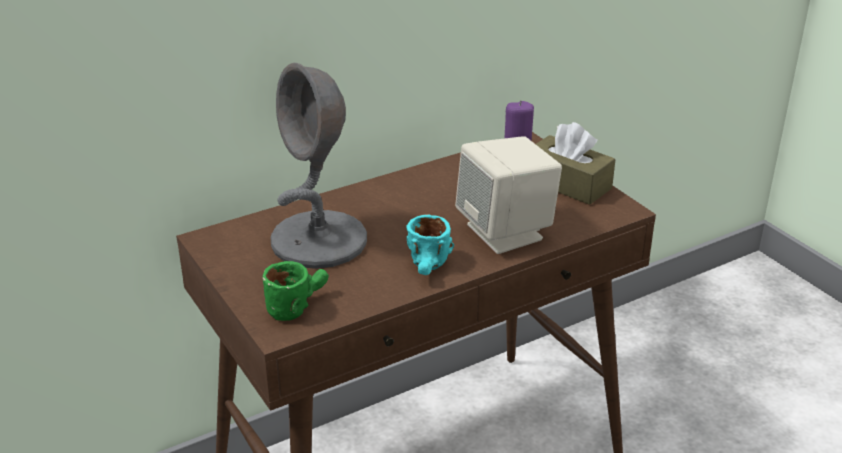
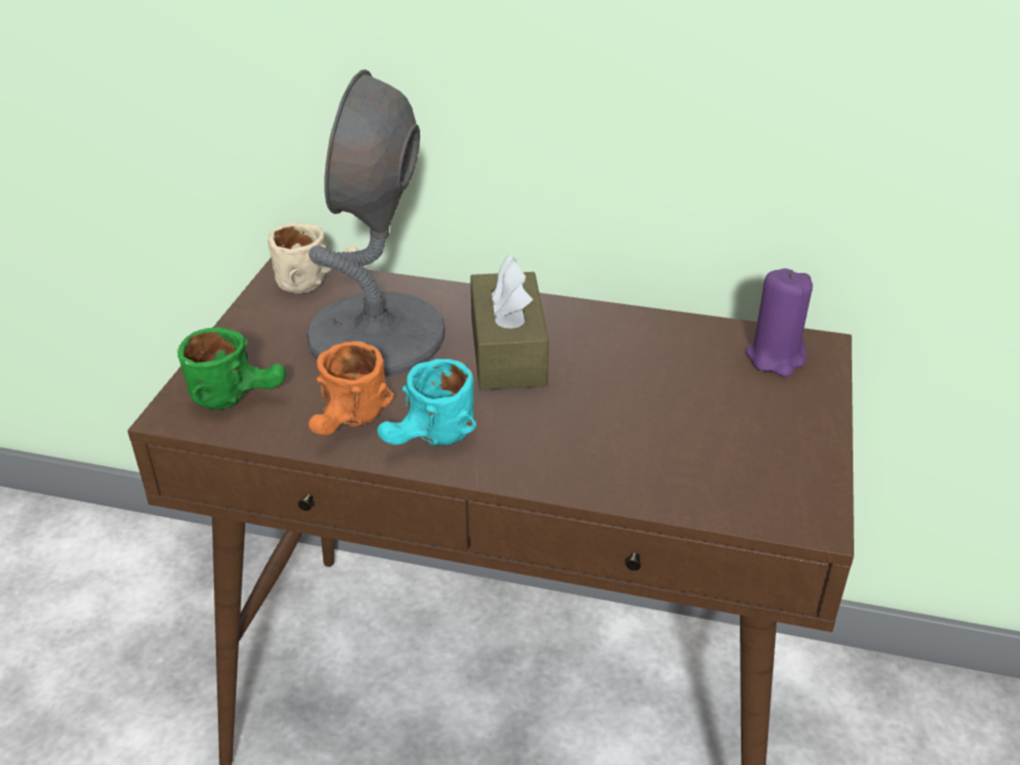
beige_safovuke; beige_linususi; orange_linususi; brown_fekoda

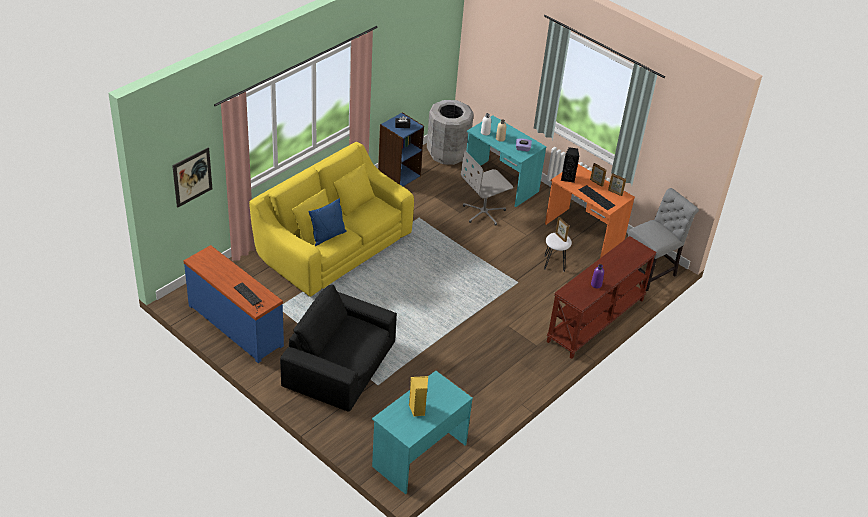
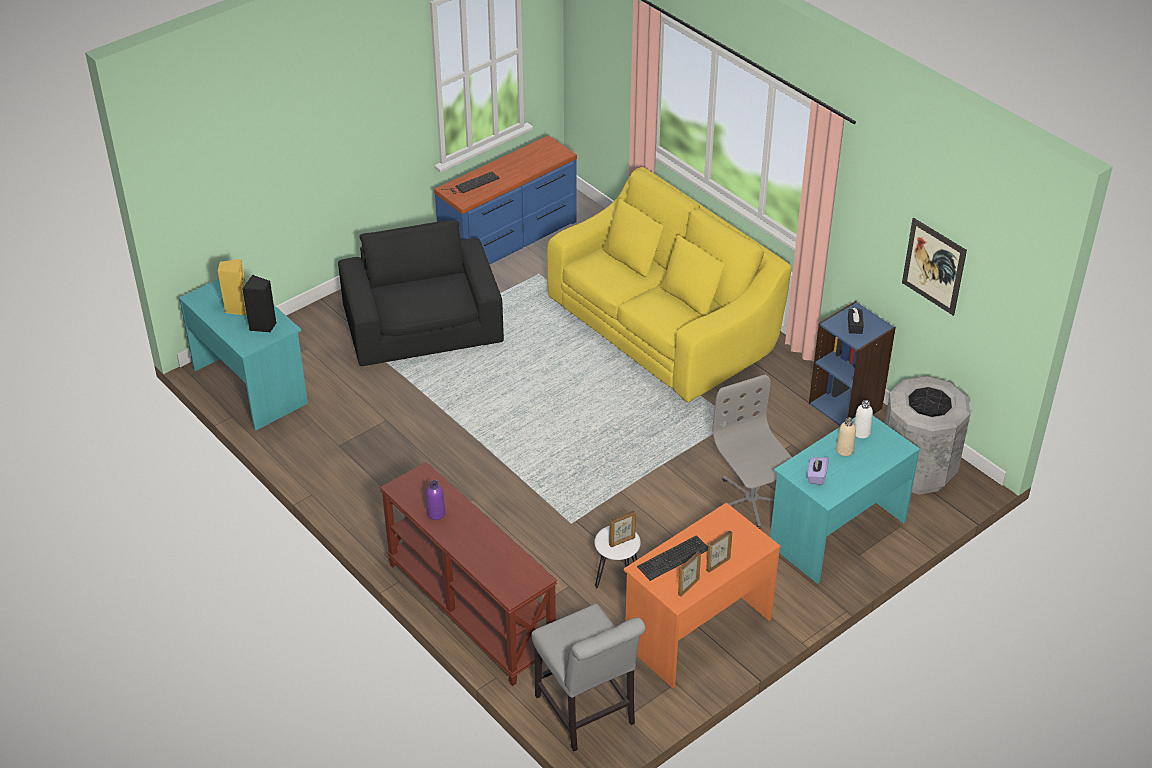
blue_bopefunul; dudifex; black_safovuke; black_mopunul

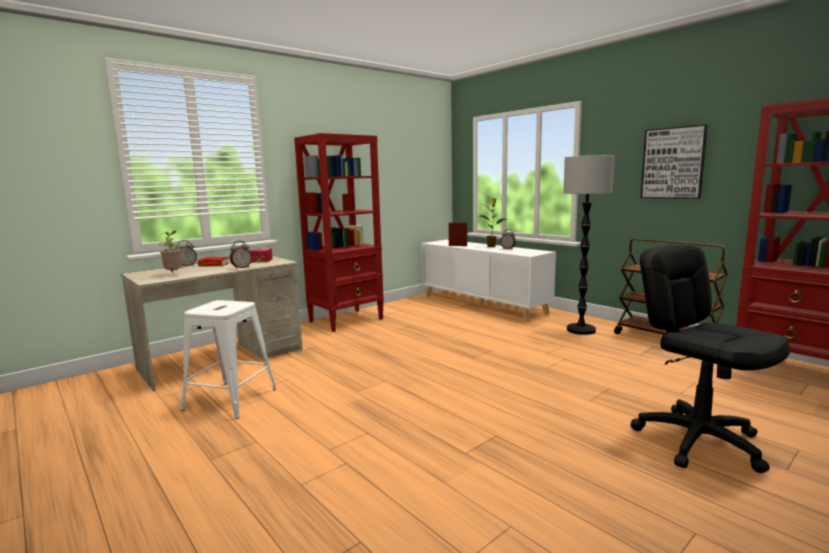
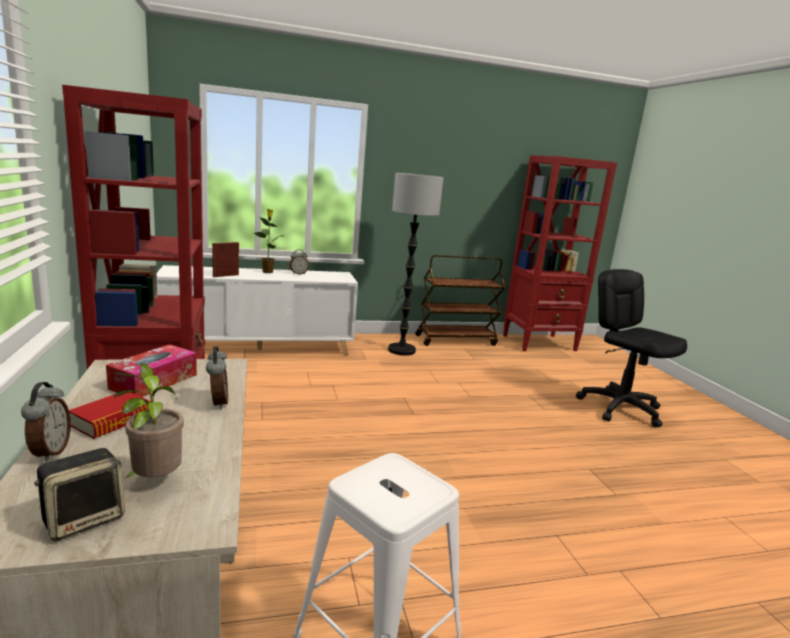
dudifex; safovuke; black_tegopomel

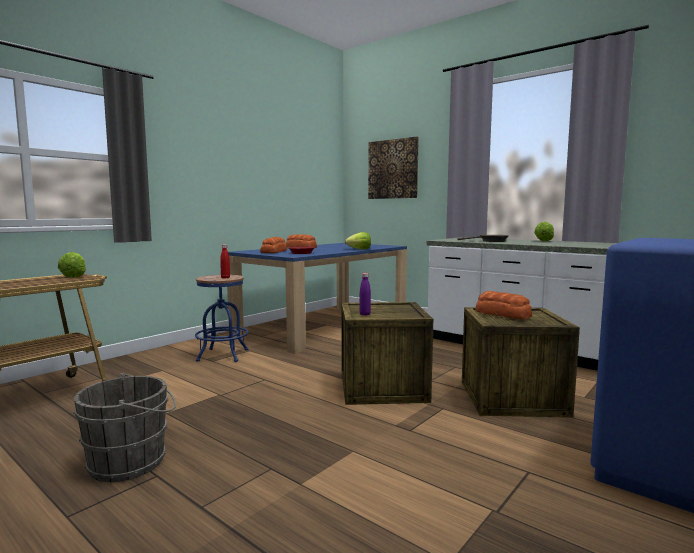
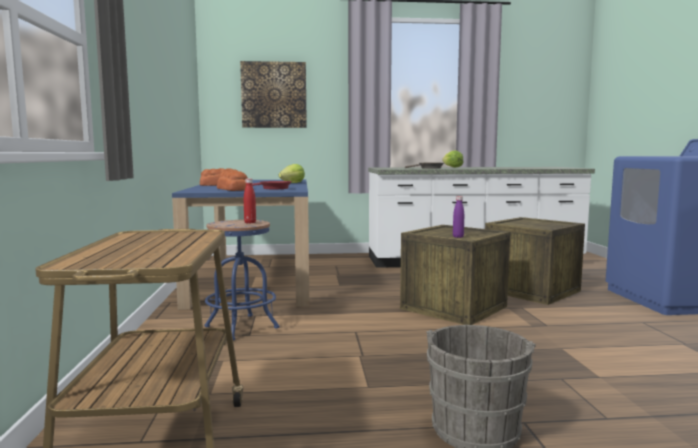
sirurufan (no. 1 from left in the first image); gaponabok (no. 3 from left in the first image)

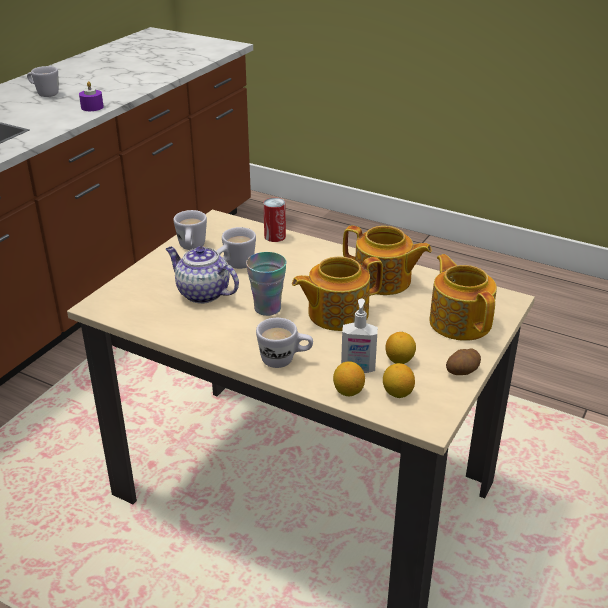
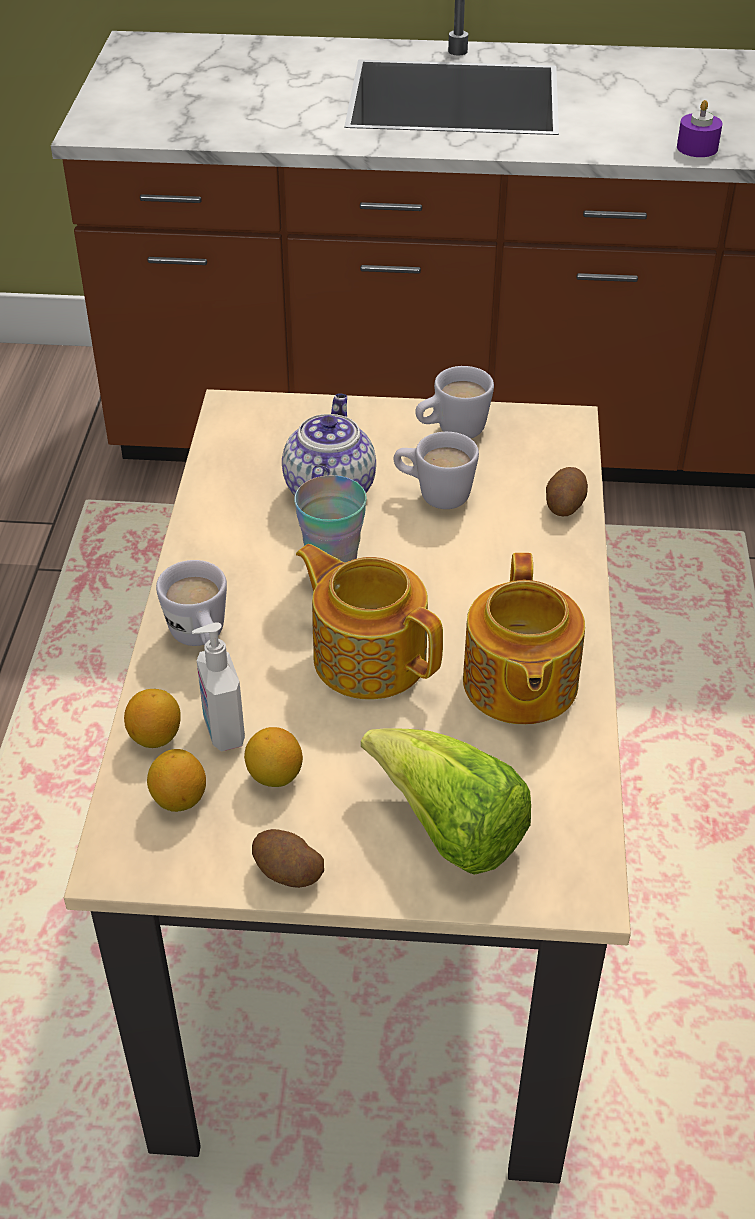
white_linususi (no. 1 from left in the first image); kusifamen (no. 2 from left); sirurufan

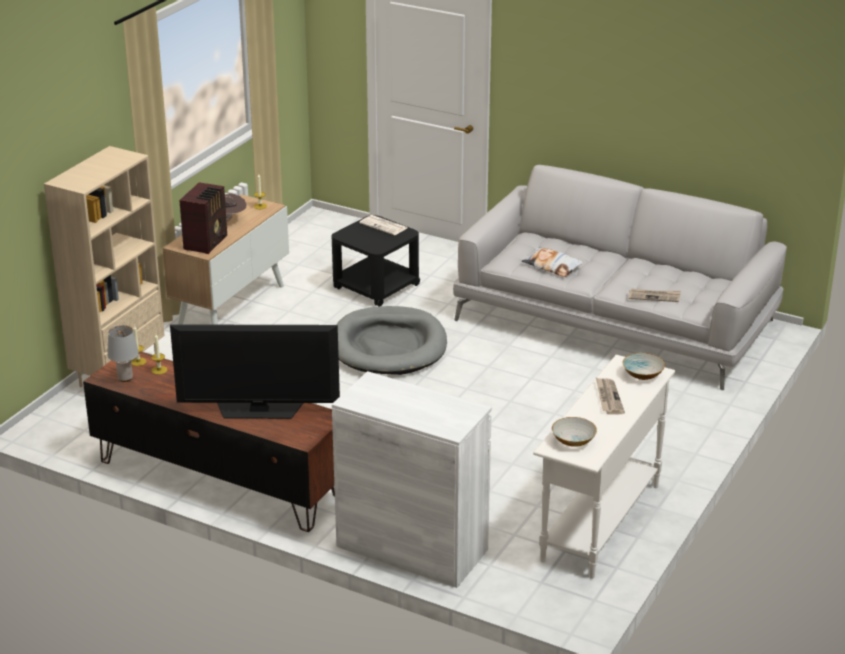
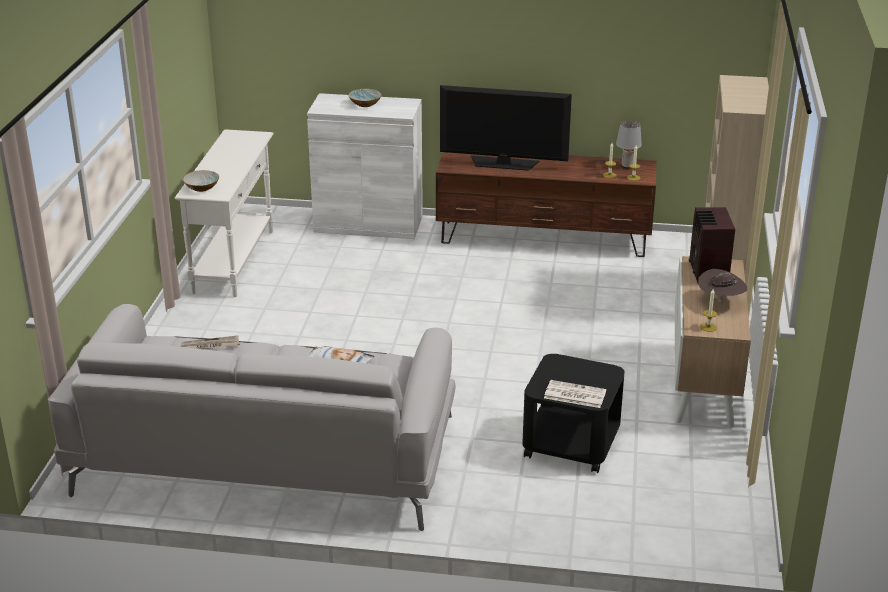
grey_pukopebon; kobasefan (no. 2 from left in the first image); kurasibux (no. 2 from left); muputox

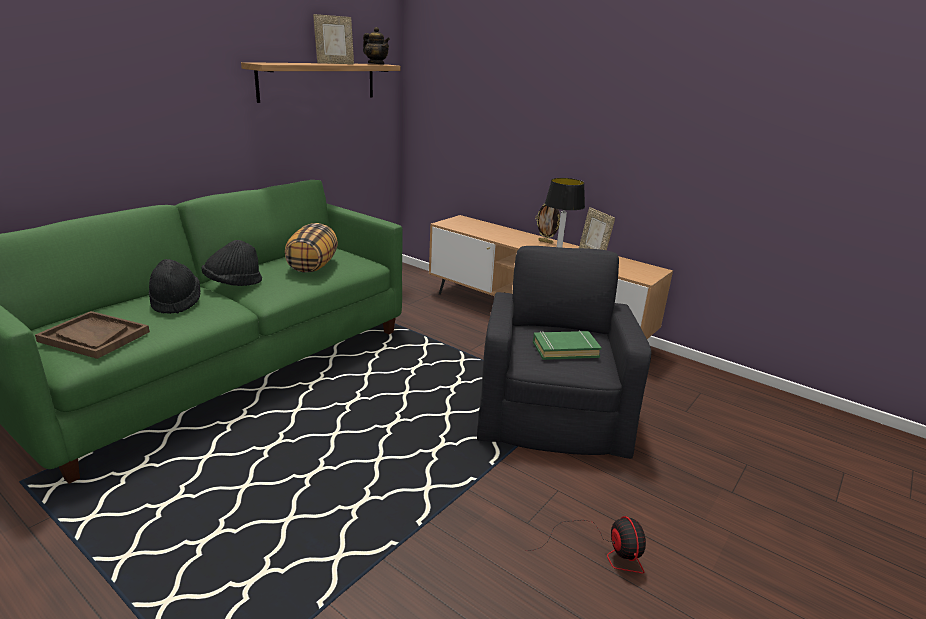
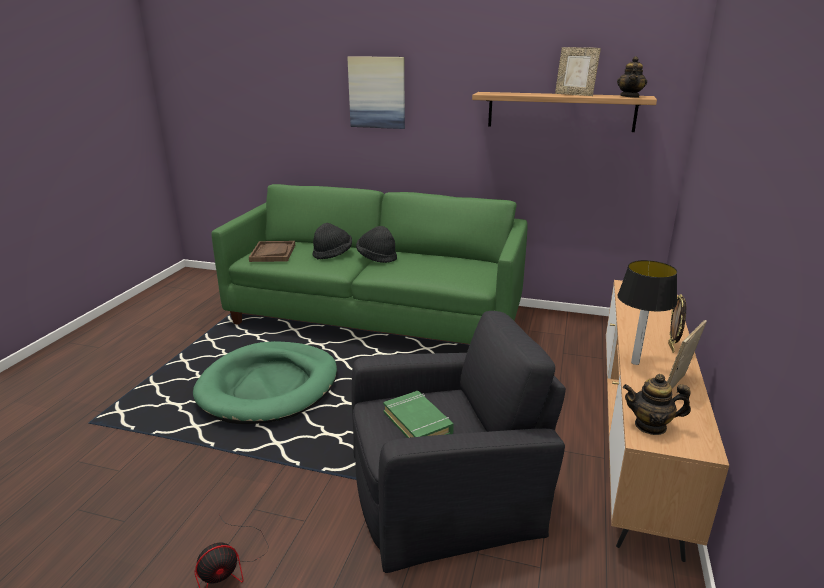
bopefunul; green_pukopebon; dudifex; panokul (no. 2 from left)

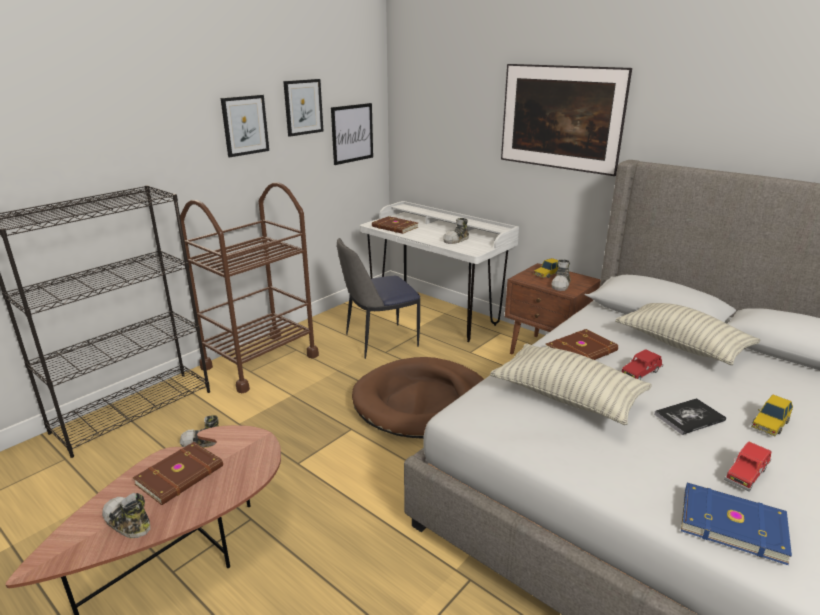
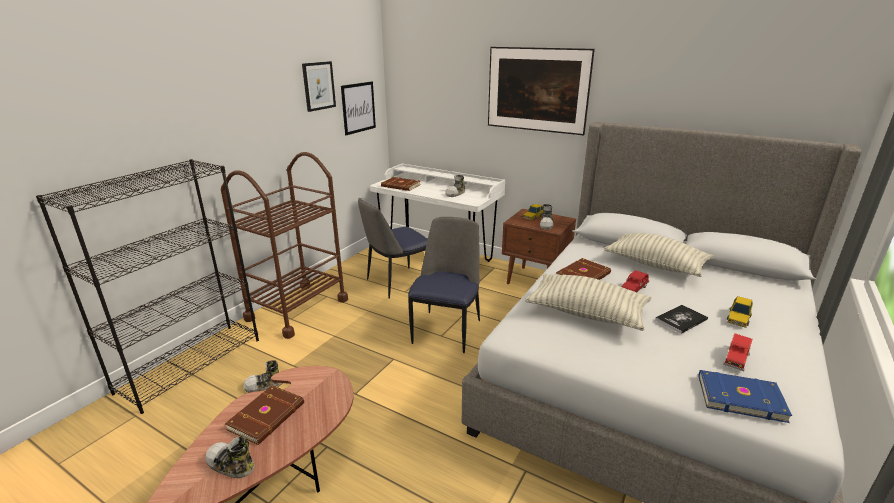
dudifex (no. 1 from left in the first image); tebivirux (no. 2 from left)

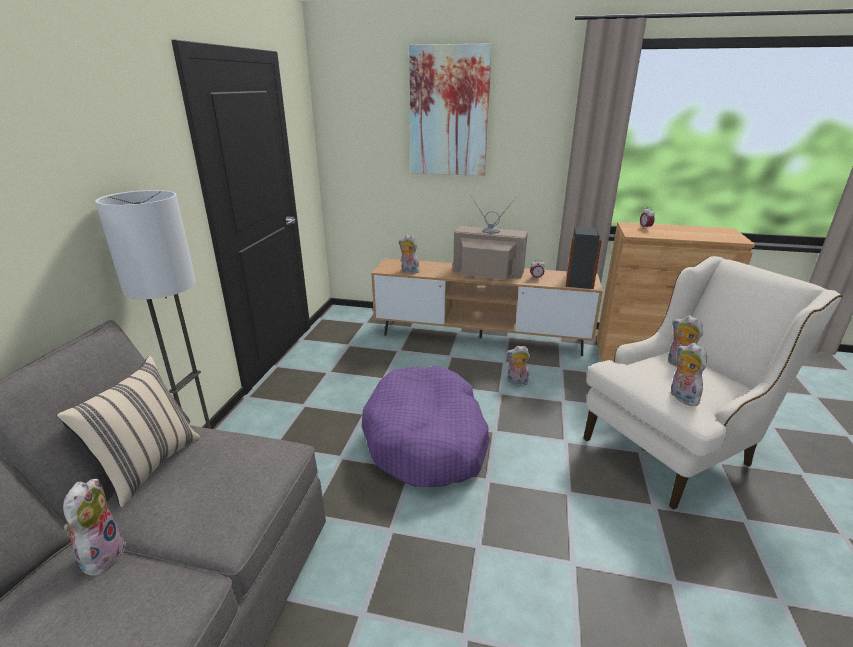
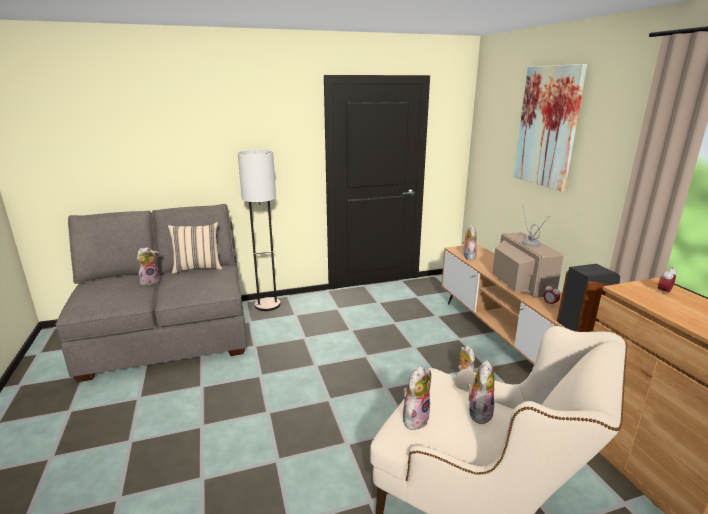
purple_pukopebon

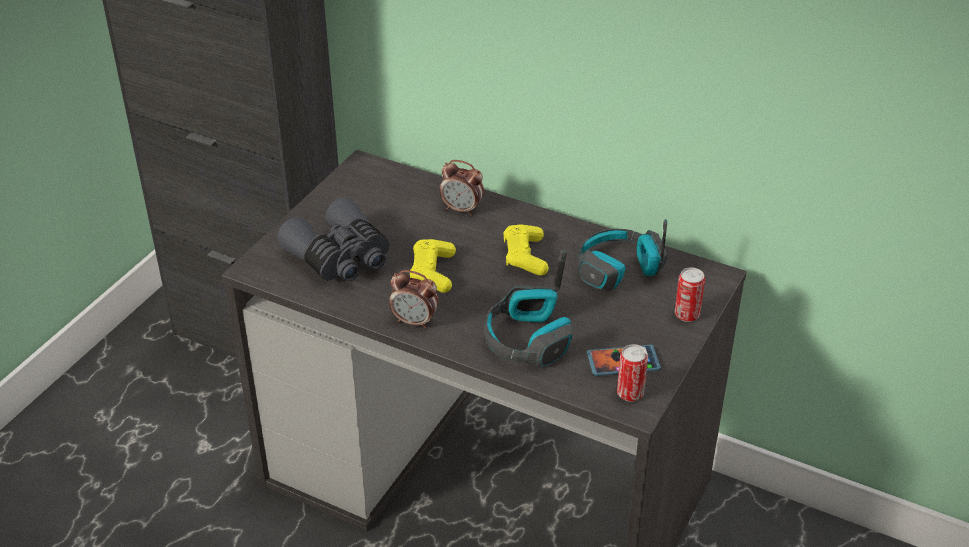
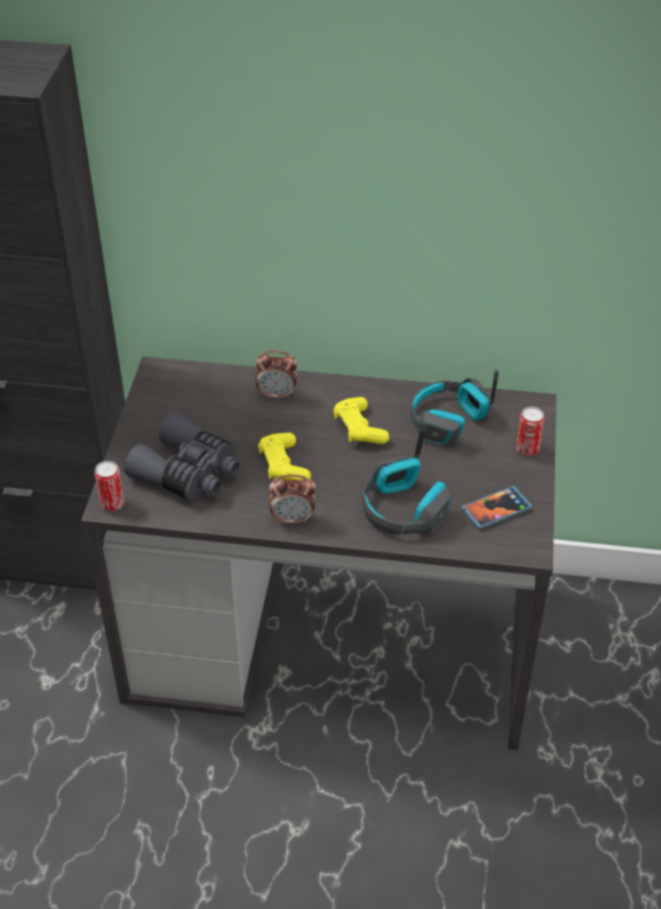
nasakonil (no. 1 from left)

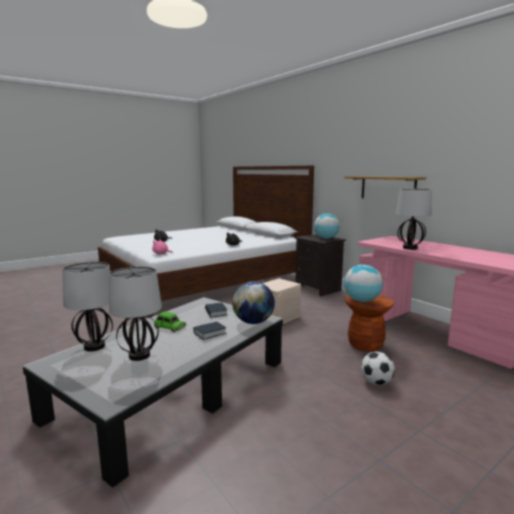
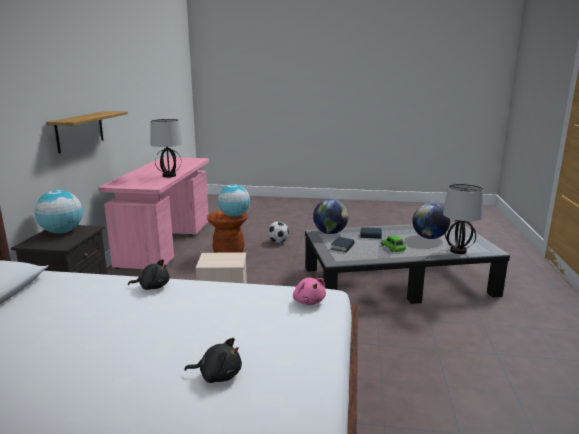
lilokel (no. 4 from left)

